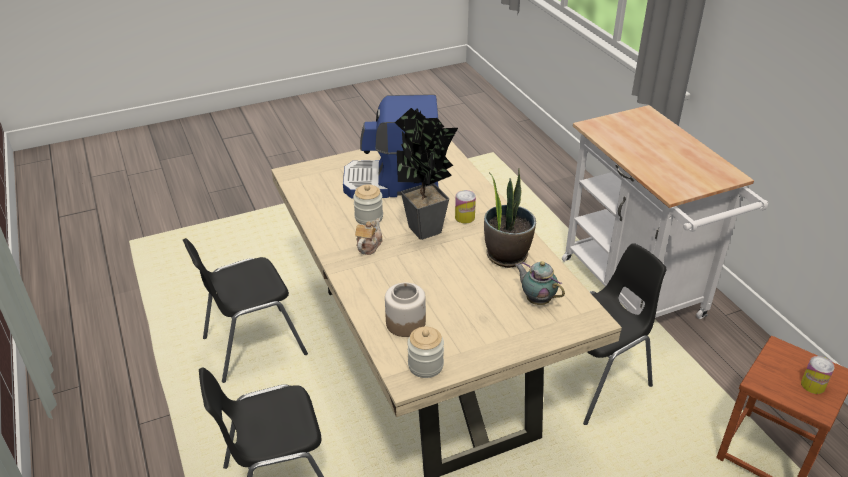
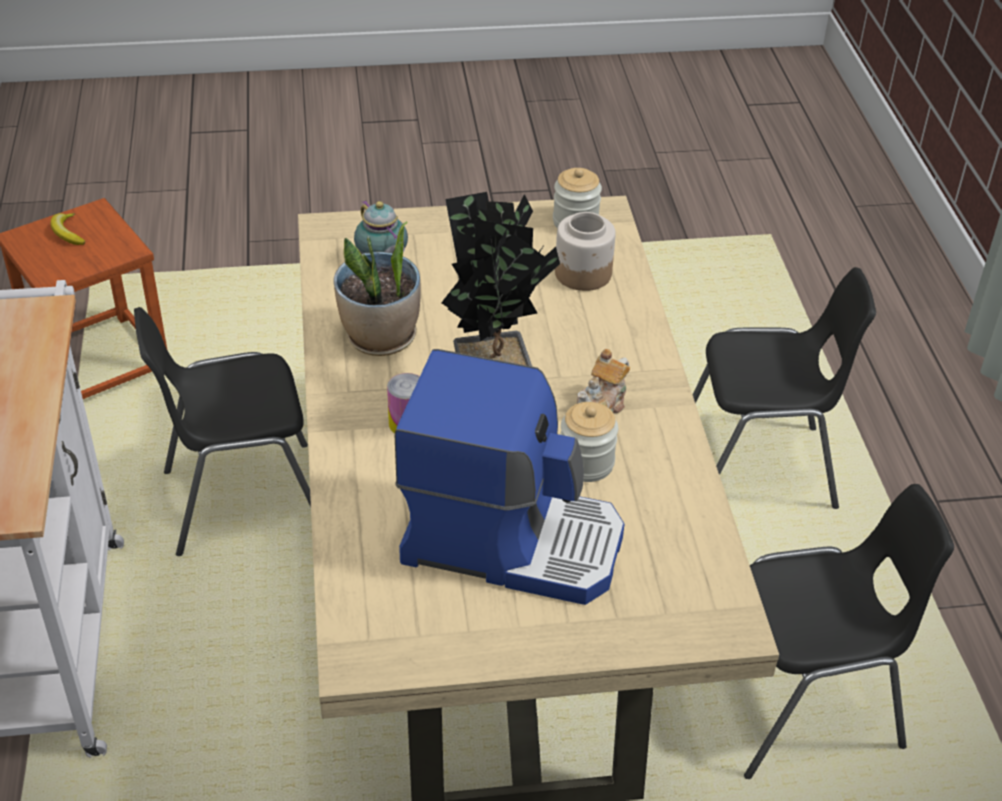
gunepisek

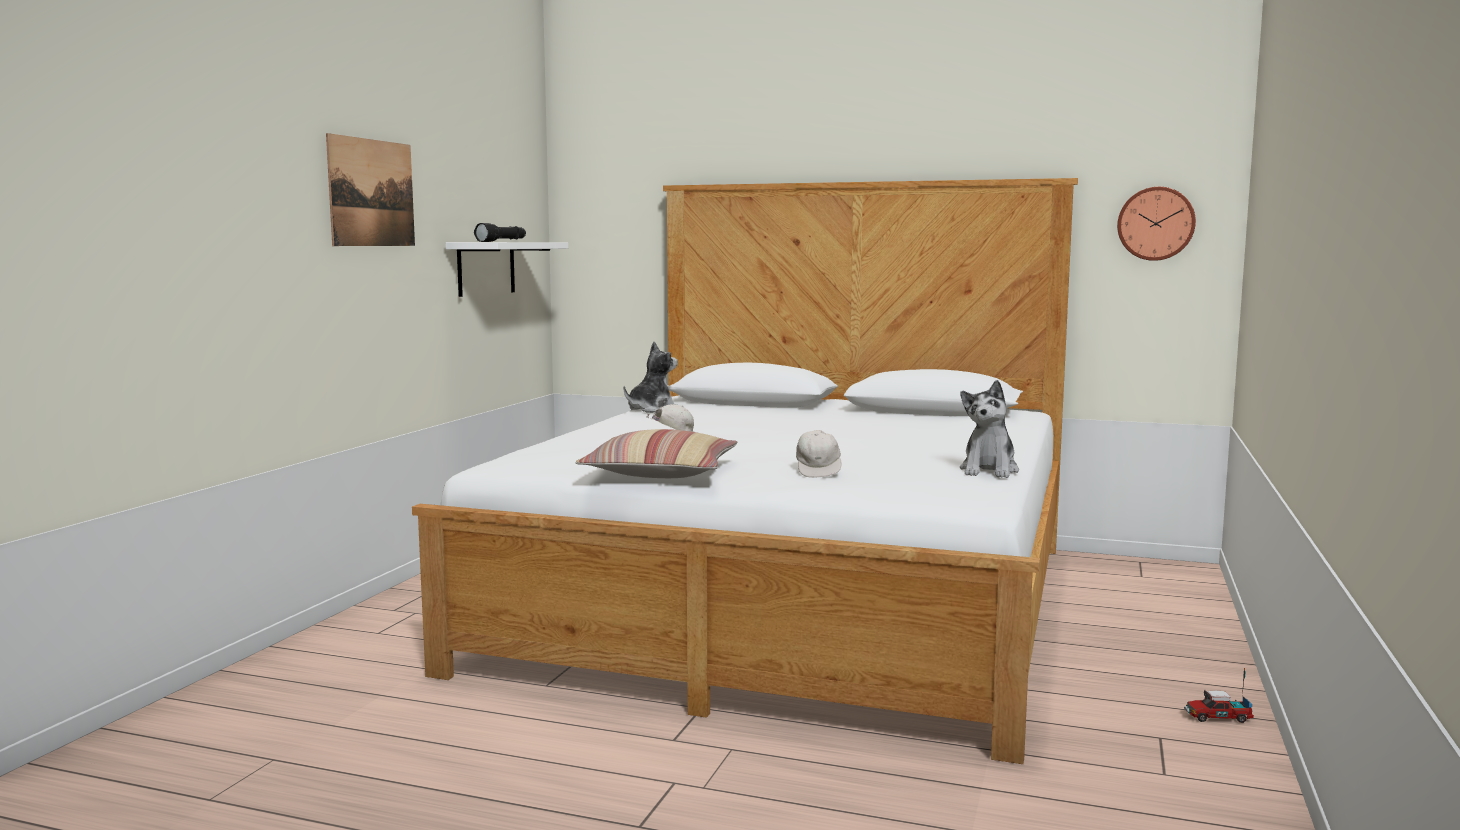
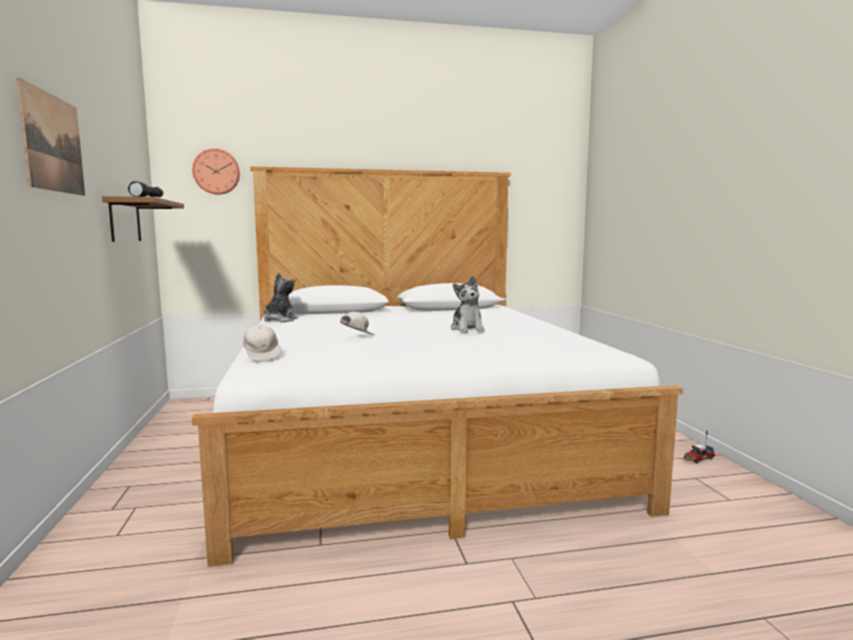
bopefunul; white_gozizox (no. 1 from left); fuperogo (no. 2 from left); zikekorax; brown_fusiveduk

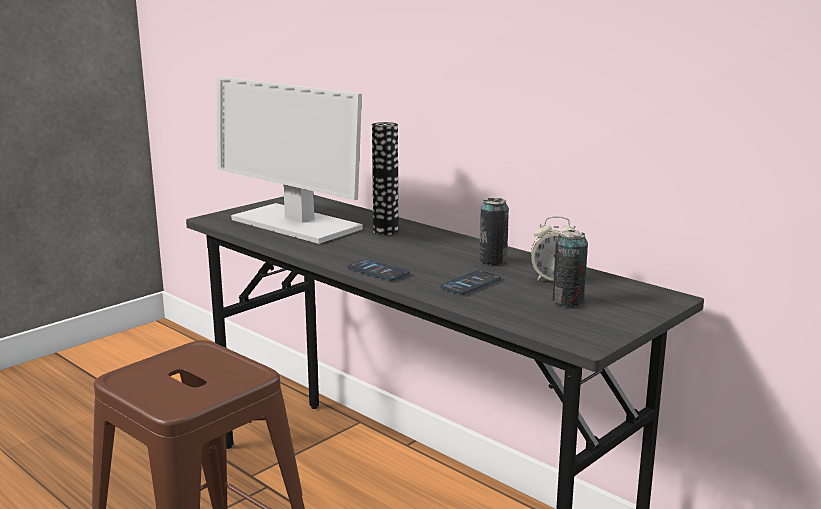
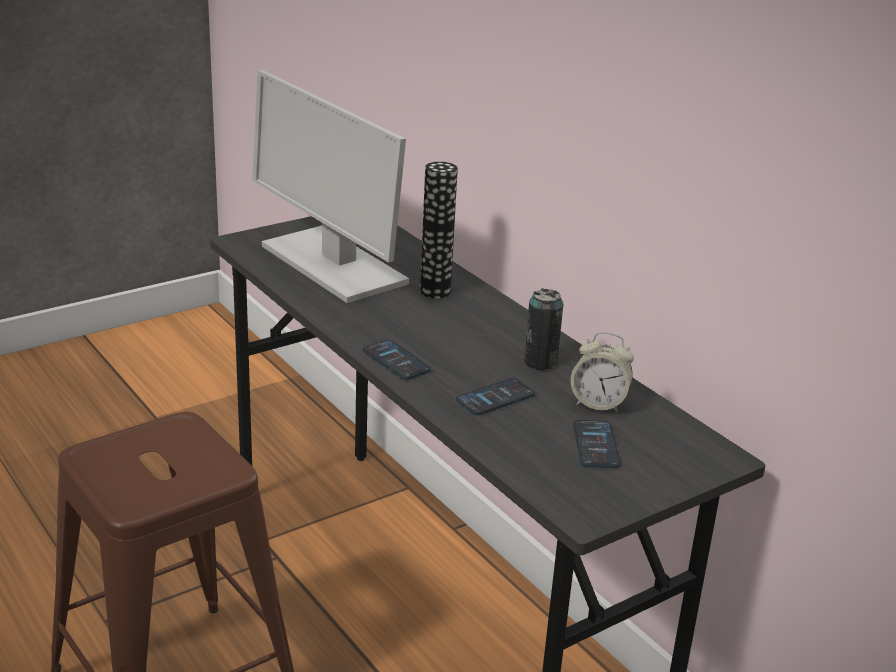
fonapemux (no. 3 from left)

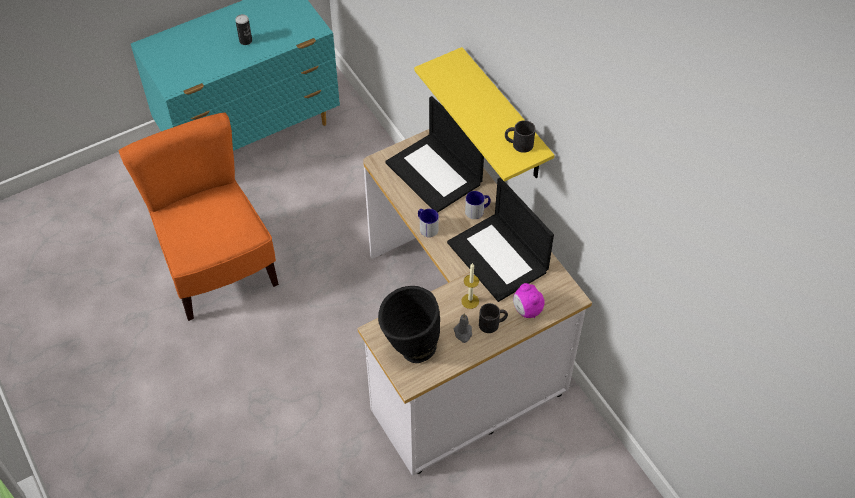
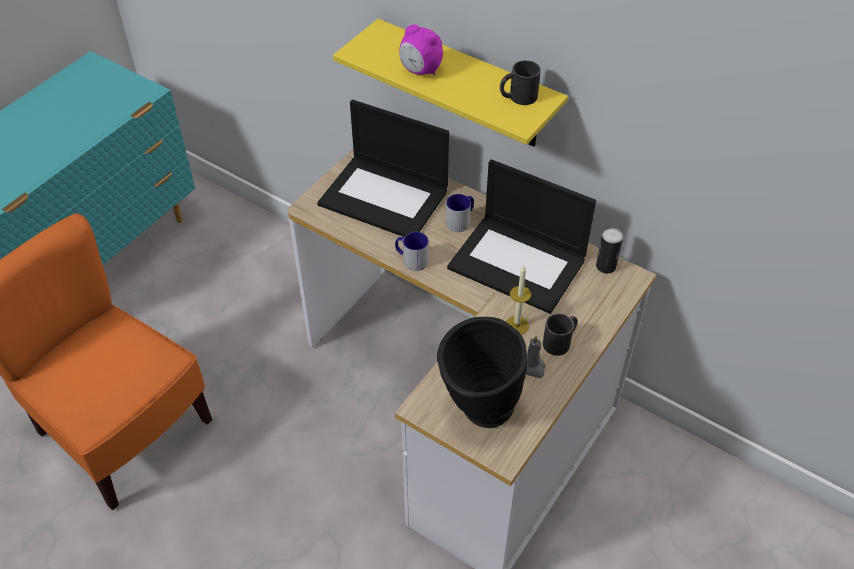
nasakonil; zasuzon

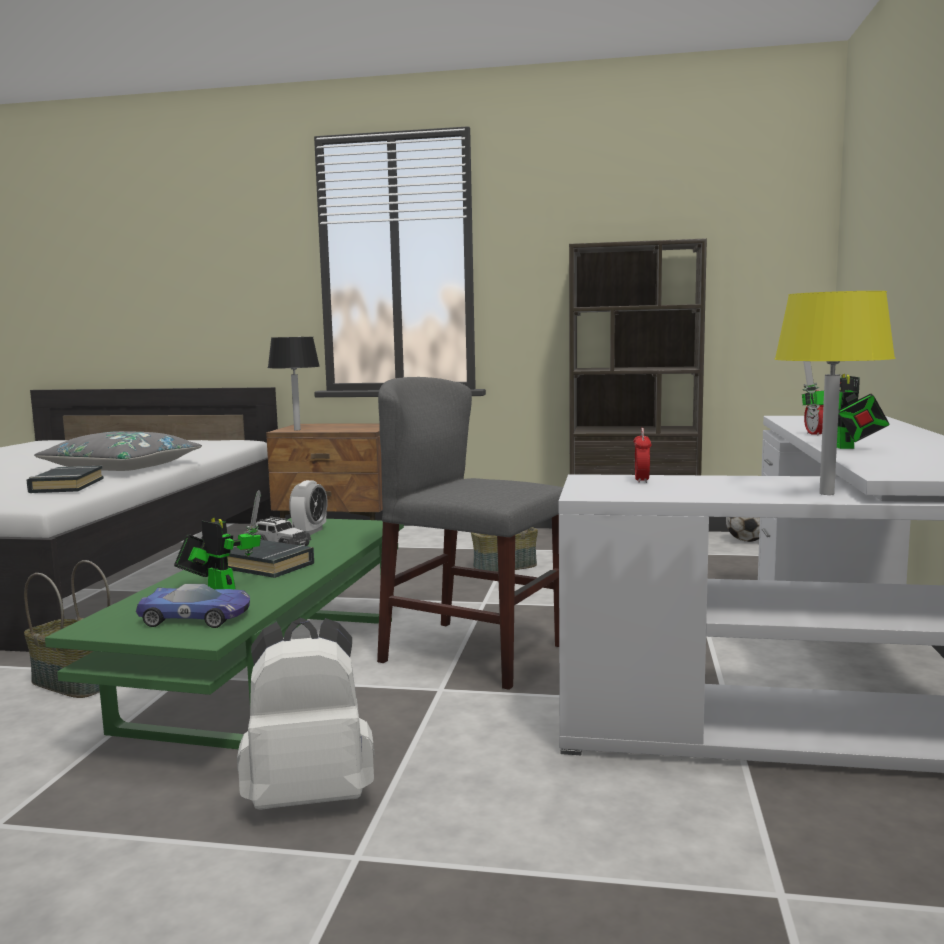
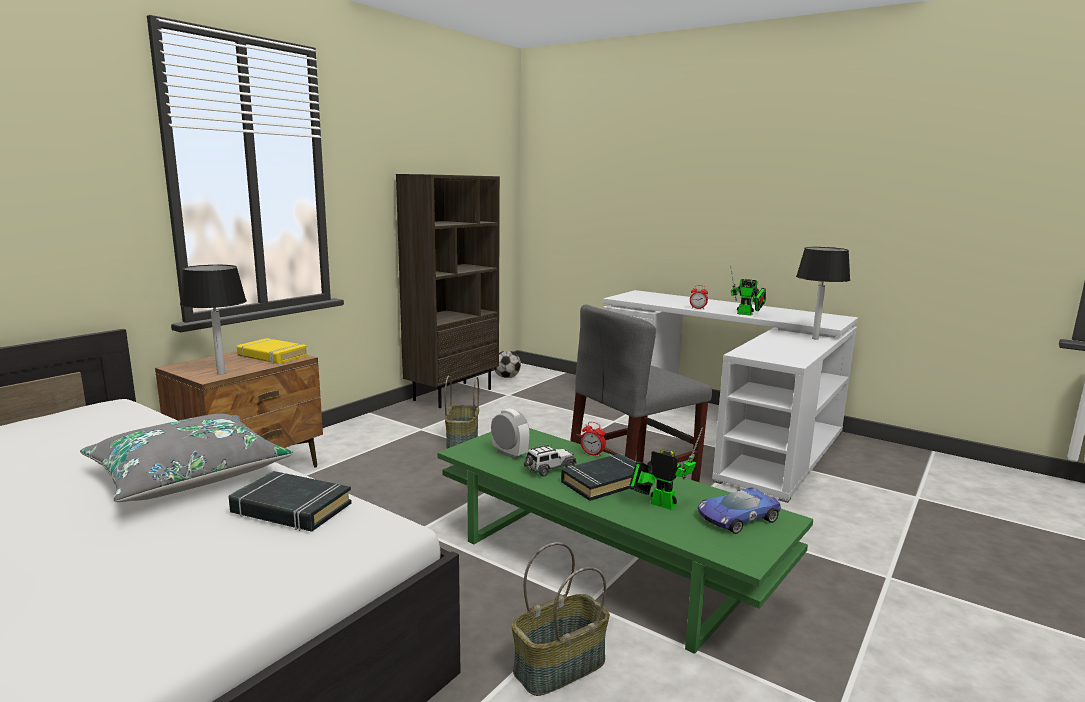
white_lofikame; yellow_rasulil; zasuzon (no. 2 from left); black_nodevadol (no. 2 from left); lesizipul (no. 2 from left); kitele (no. 1 from left)

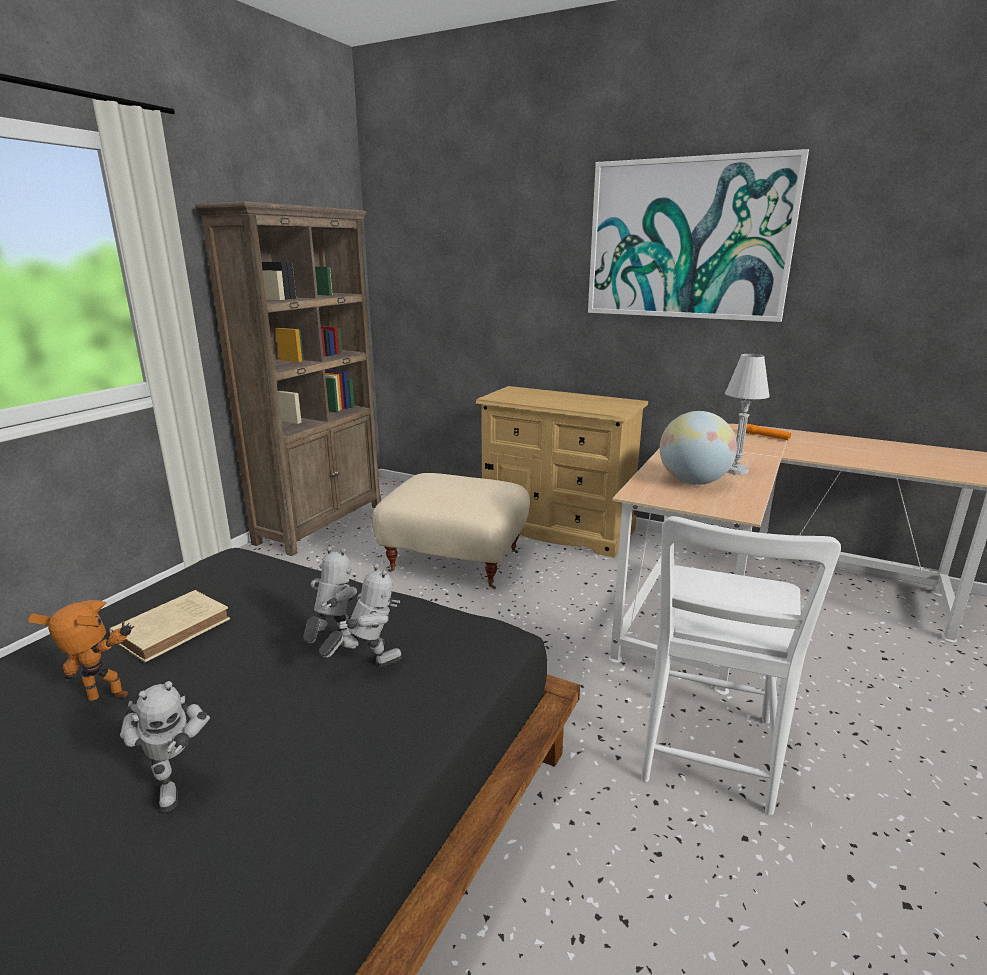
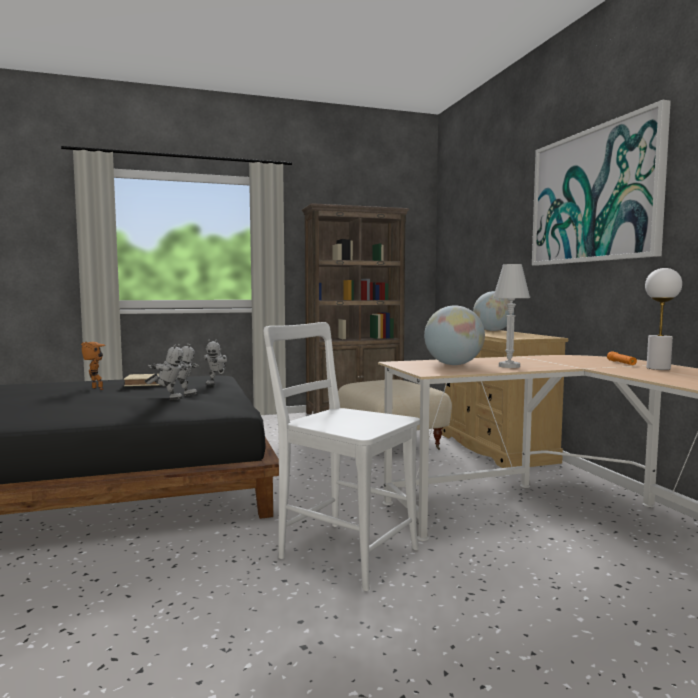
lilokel (no. 2 from left); white_nodevadol (no. 2 from left); kitele (no. 4 from left); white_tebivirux

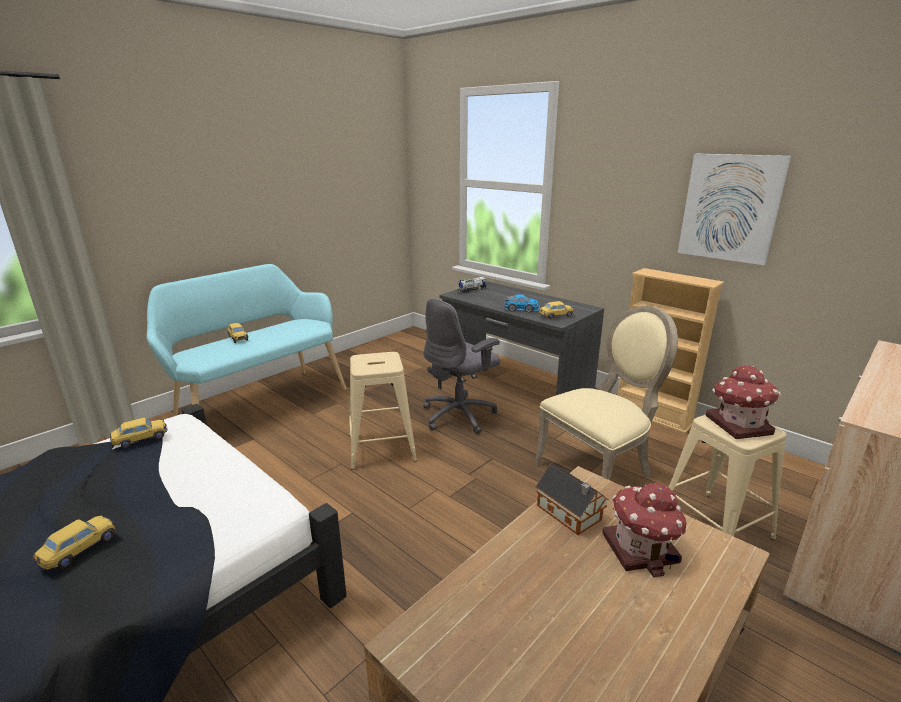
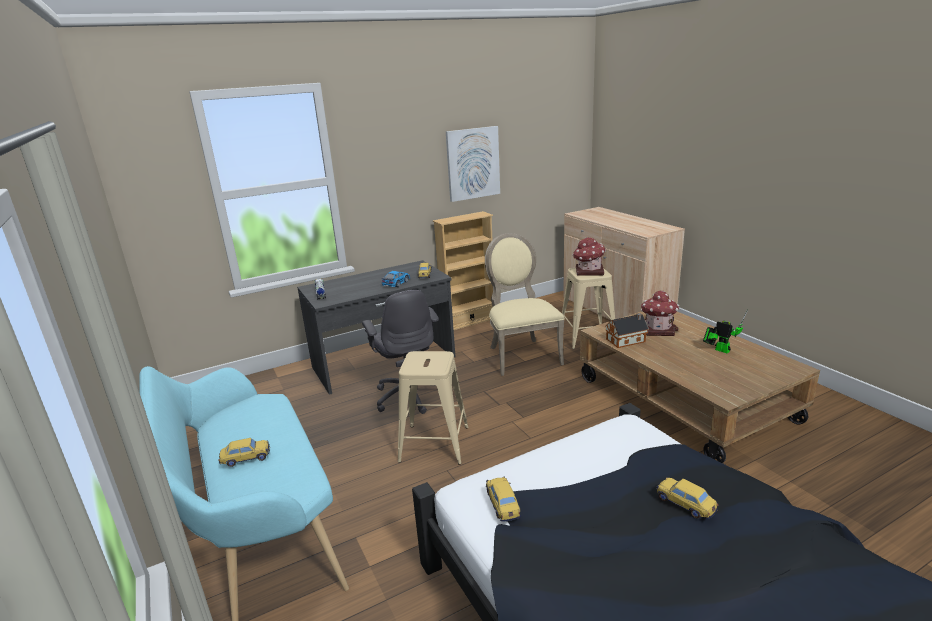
kitele

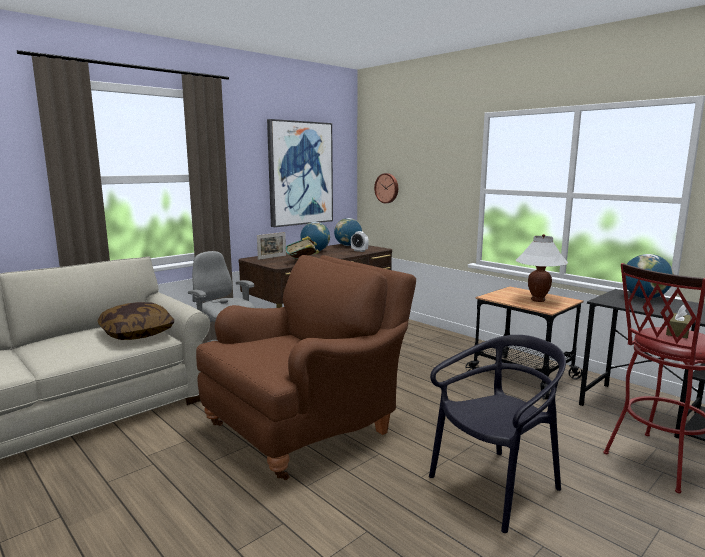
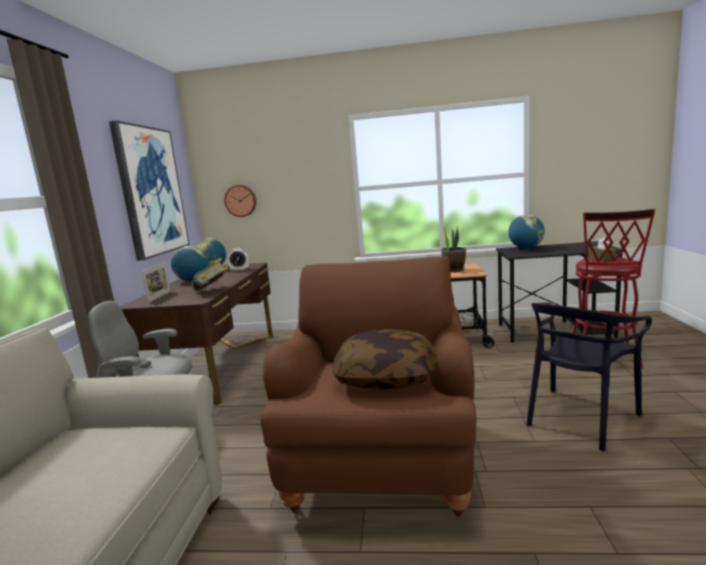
bopefunul; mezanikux; black_tebivirux

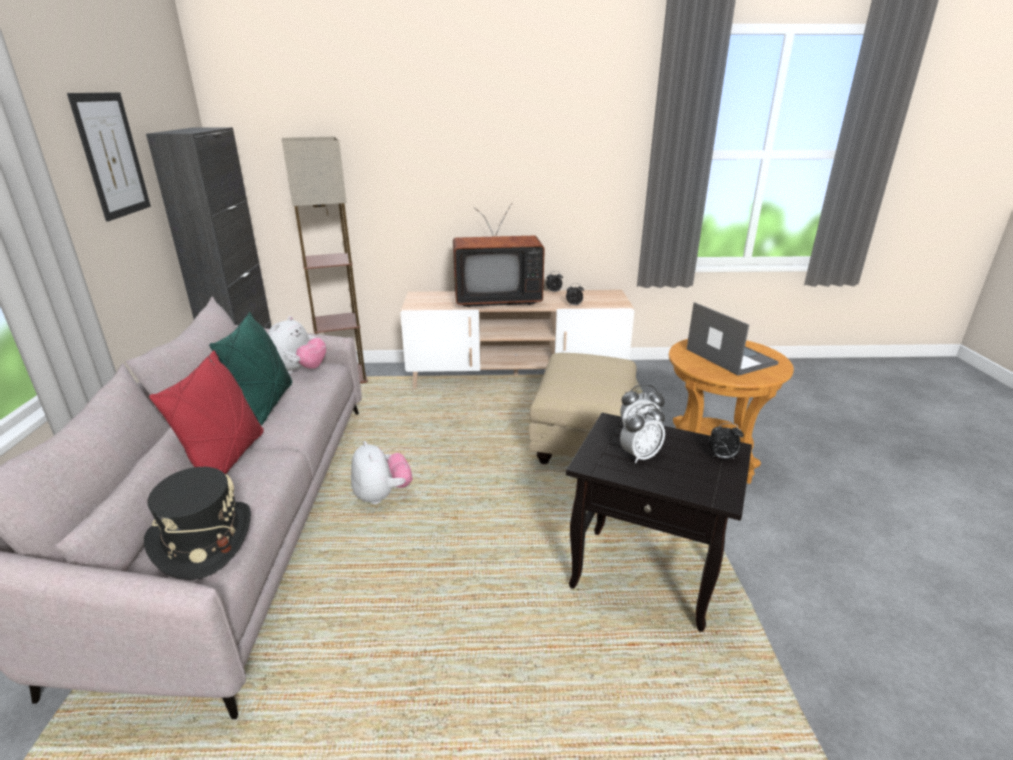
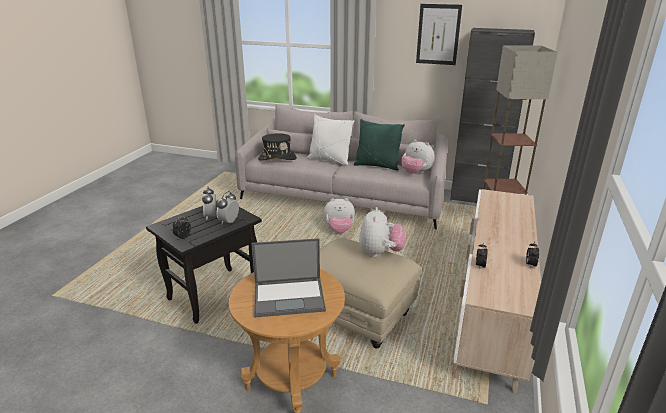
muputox; fuperogo (no. 2 from left); white_bopefunul

